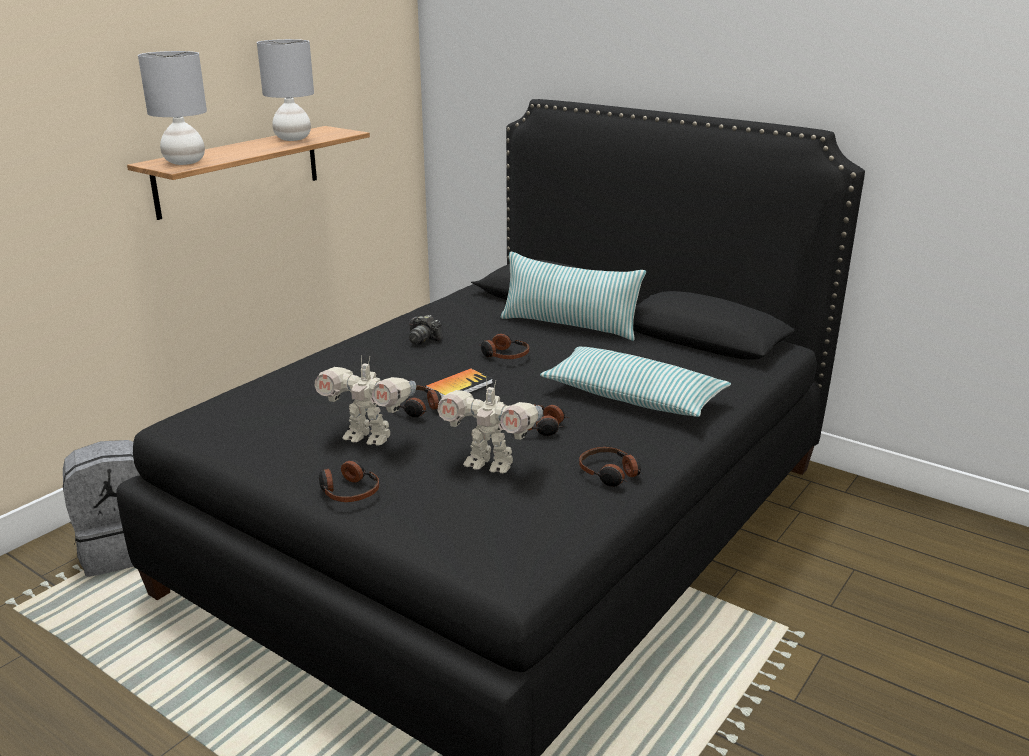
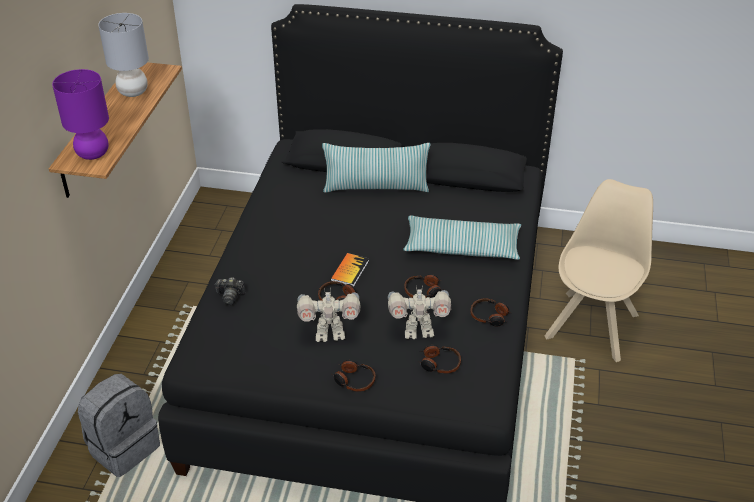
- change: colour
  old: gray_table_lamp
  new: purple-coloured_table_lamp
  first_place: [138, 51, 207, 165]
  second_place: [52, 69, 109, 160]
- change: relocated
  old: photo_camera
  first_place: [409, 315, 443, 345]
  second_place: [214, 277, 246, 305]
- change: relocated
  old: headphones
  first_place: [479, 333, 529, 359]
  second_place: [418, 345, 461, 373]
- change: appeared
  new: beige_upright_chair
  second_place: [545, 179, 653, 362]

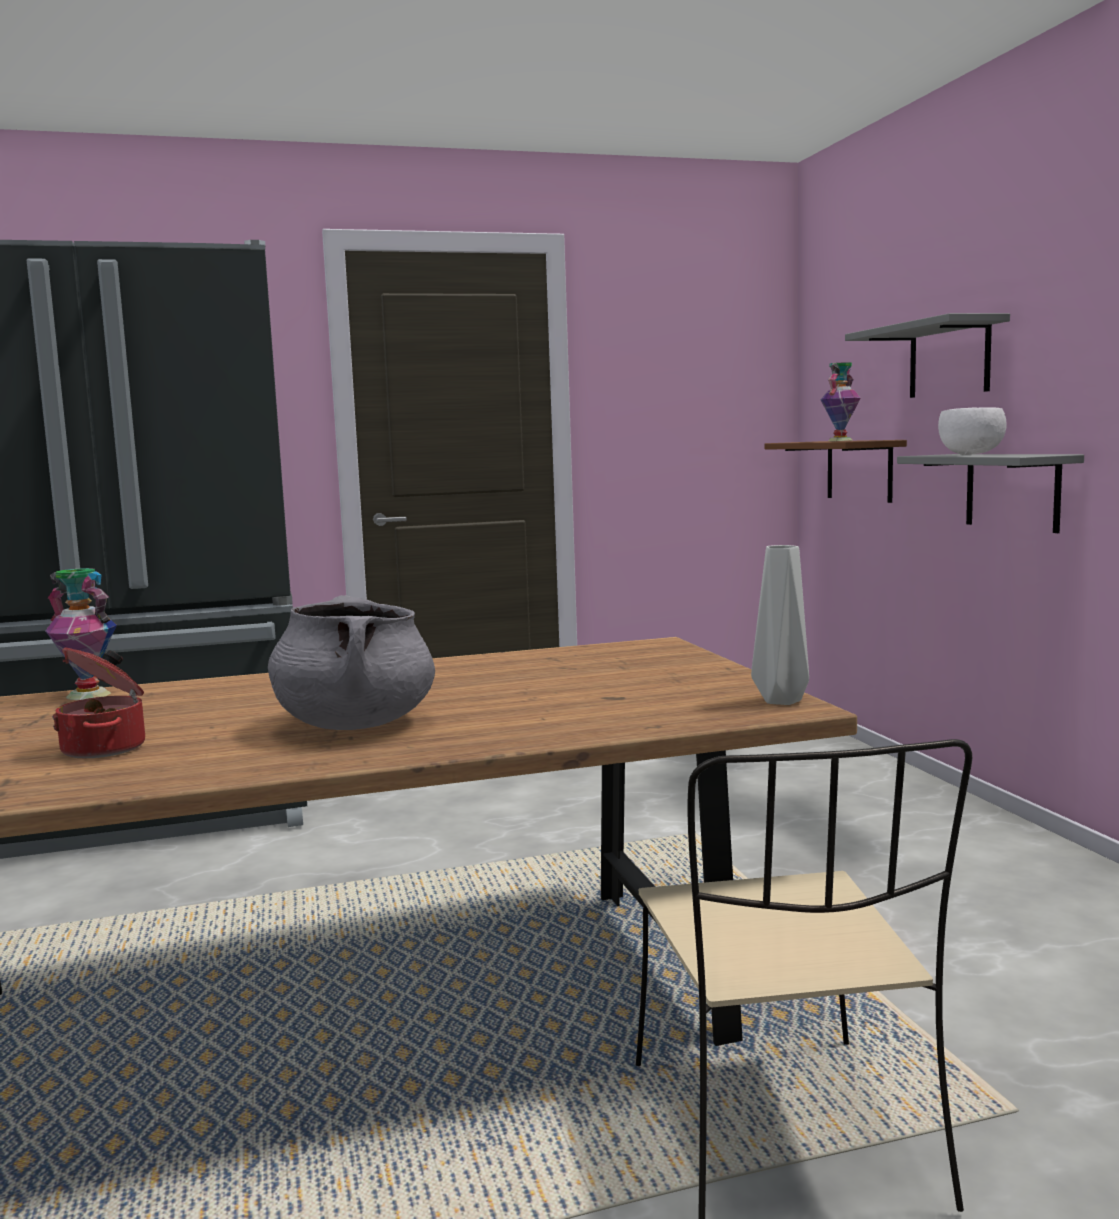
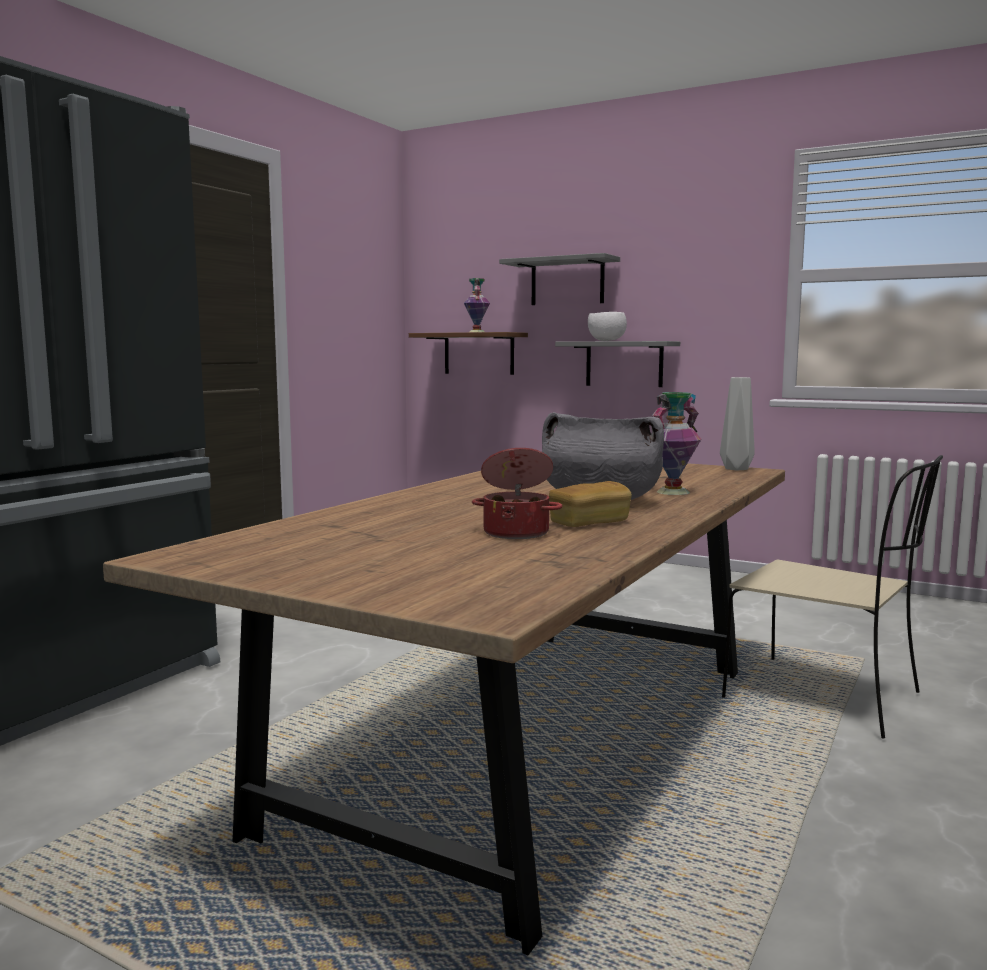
- change: relocated
  old: vase
  first_place: [45, 568, 117, 700]
  second_place: [653, 392, 701, 495]
- change: appeared
  new: bakery_bread
  second_place: [549, 481, 632, 527]

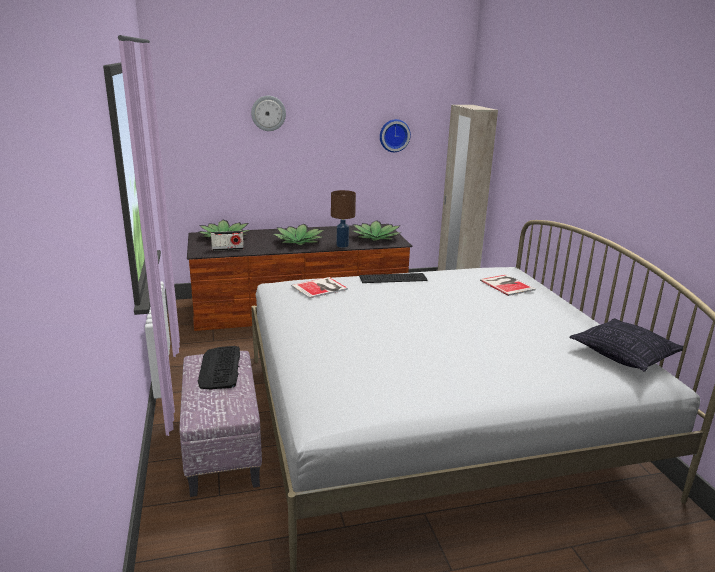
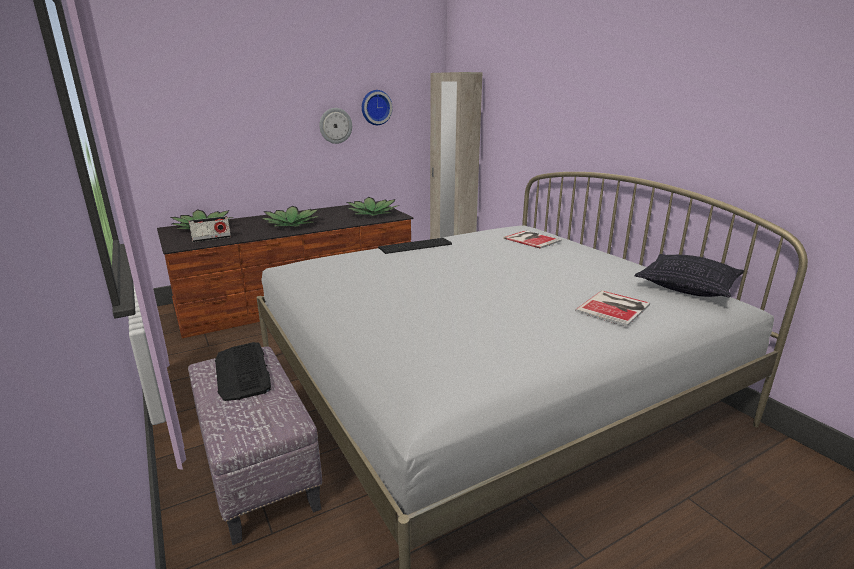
- change: relocated
  old: hanging_clock
  first_place: [251, 96, 286, 131]
  second_place: [319, 108, 352, 144]
- change: missing
  old: brownish_table_lamp
  first_place: [331, 190, 356, 248]
- change: relocated
  old: bound_book
  first_place: [291, 277, 348, 299]
  second_place: [575, 290, 650, 327]

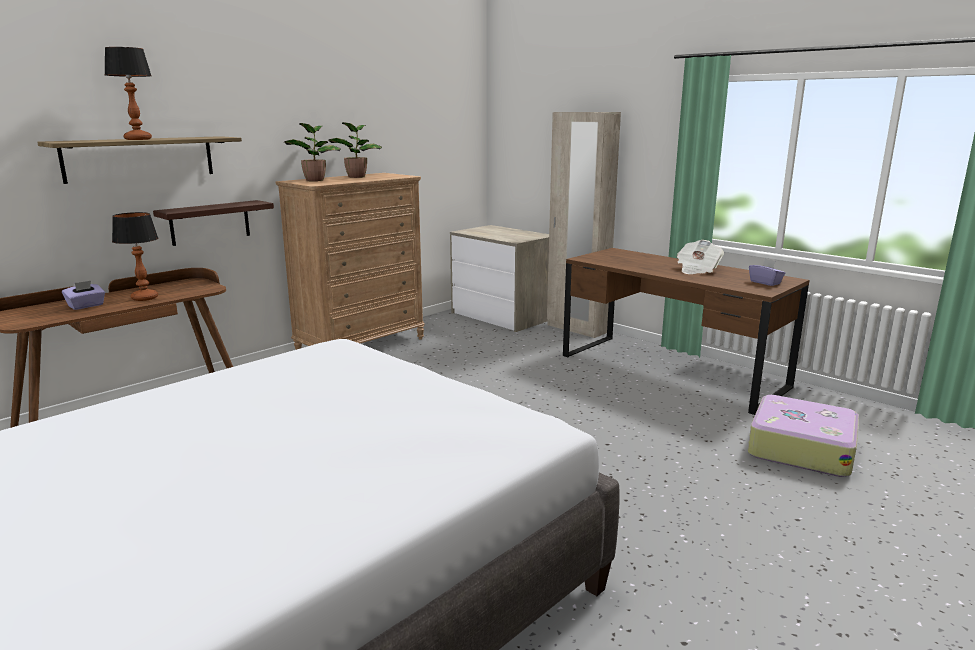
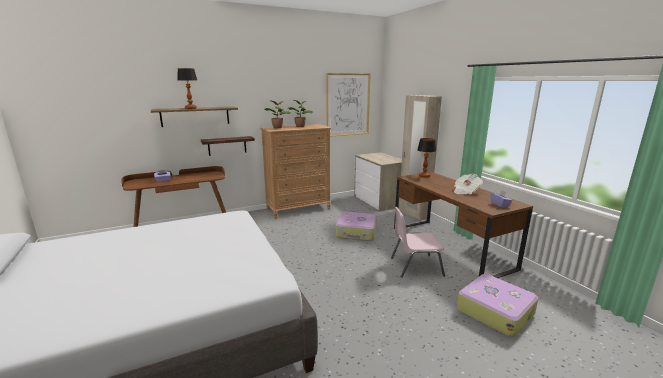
- change: relocated
  old: table_lamp
  first_place: [112, 212, 158, 301]
  second_place: [417, 138, 436, 177]
- change: appeared
  new: picture
  second_place: [326, 73, 371, 137]
- change: appeared
  new: pinkish_upright_chair
  second_place: [391, 207, 445, 278]
- change: appeared
  new: piece_of_luggage
  second_place: [335, 212, 377, 241]

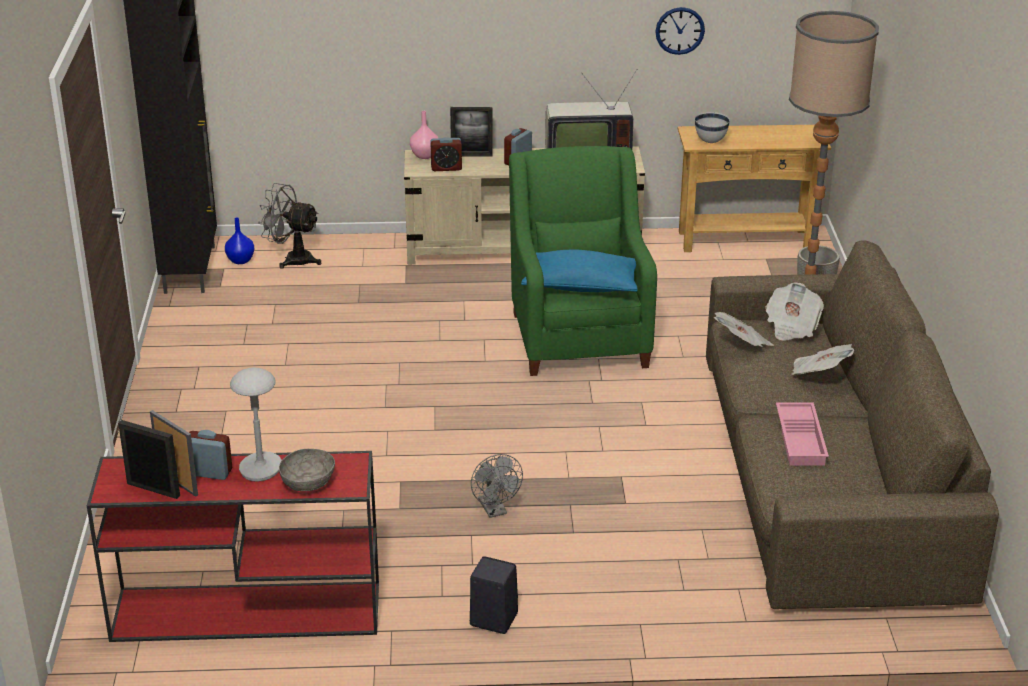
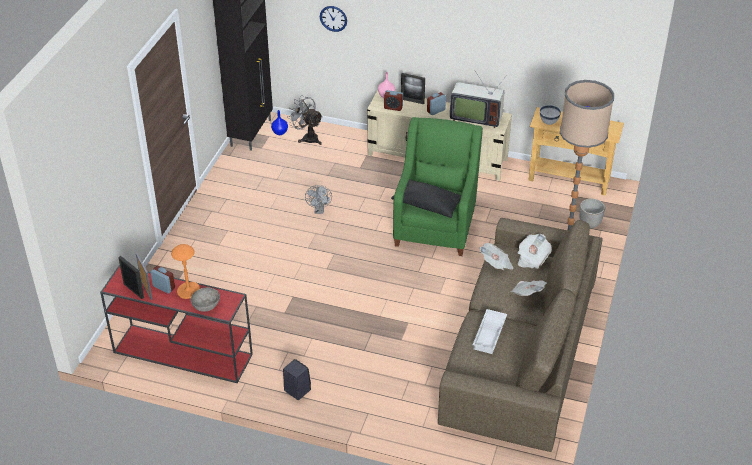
- change: relocated
  old: hanging_clock
  first_place: [655, 7, 705, 55]
  second_place: [320, 6, 347, 32]
- change: colour
  old: blue-coloured_pillow
  new: black_pillow
  first_place: [521, 249, 638, 292]
  second_place: [391, 179, 461, 218]
- change: colour
  old: gray_table_lamp
  new: orangey_table_lamp
  first_place: [230, 367, 282, 482]
  second_place: [171, 244, 200, 299]
- change: colour
  old: pinkish_carrying_tray
  new: whitish_carrying_tray
  first_place: [776, 402, 829, 466]
  second_place: [473, 309, 507, 354]
- change: relocated
  old: gray_cooling_fan
  first_place: [471, 454, 523, 518]
  second_place: [305, 185, 332, 214]

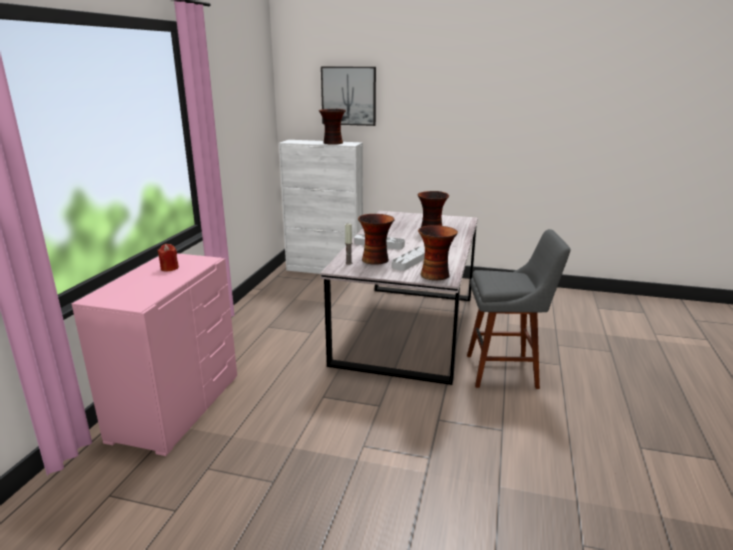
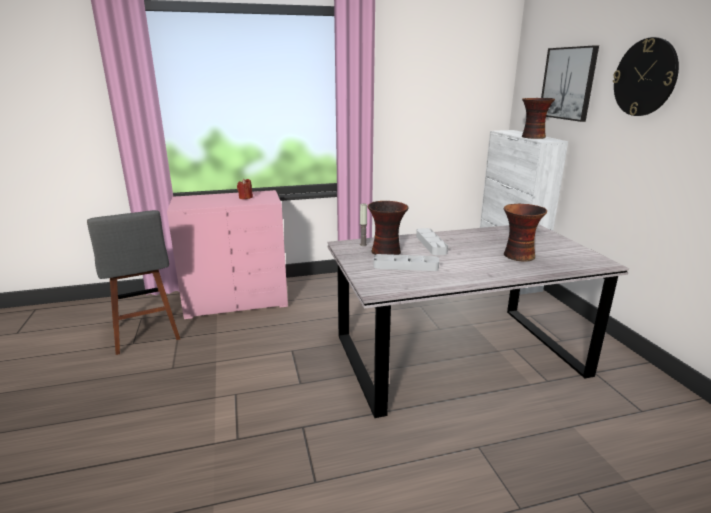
- change: missing
  old: vase
  first_place: [418, 225, 458, 281]
- change: relocated
  old: gray_stool
  first_place: [467, 229, 570, 389]
  second_place: [87, 210, 180, 355]
- change: appeared
  new: hanging_clock
  second_place: [613, 37, 679, 116]

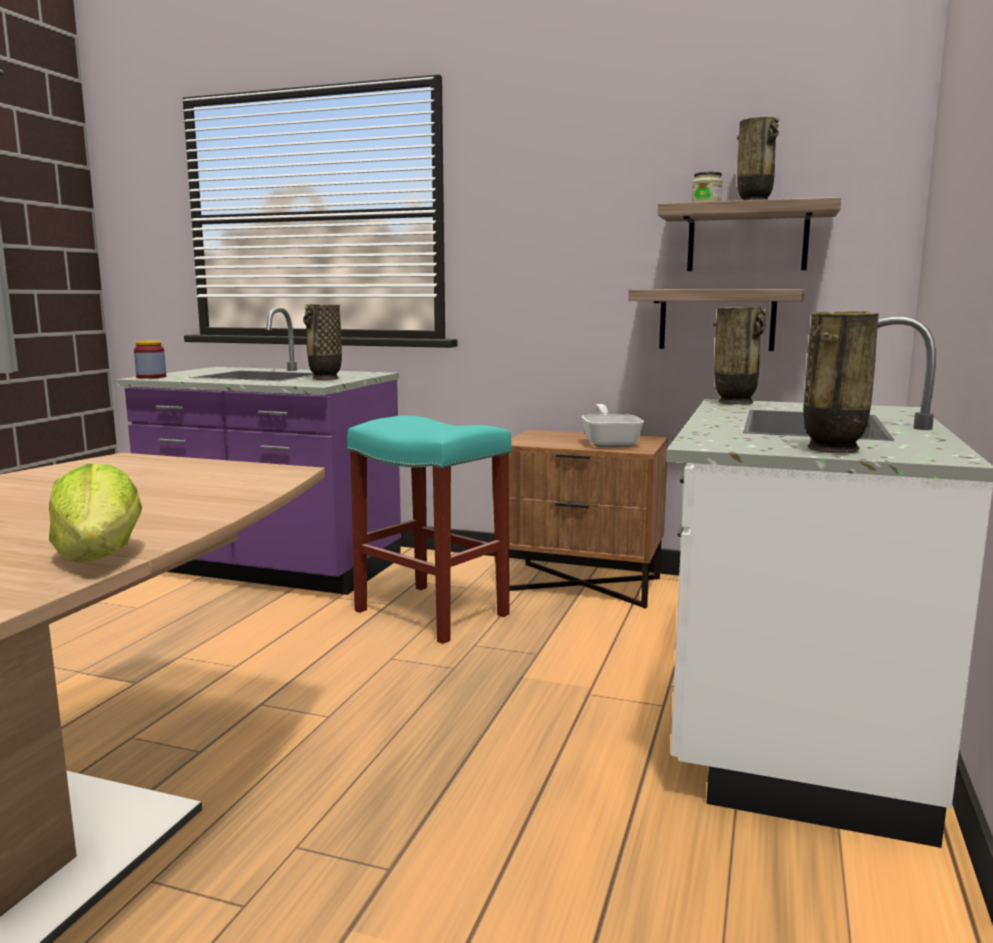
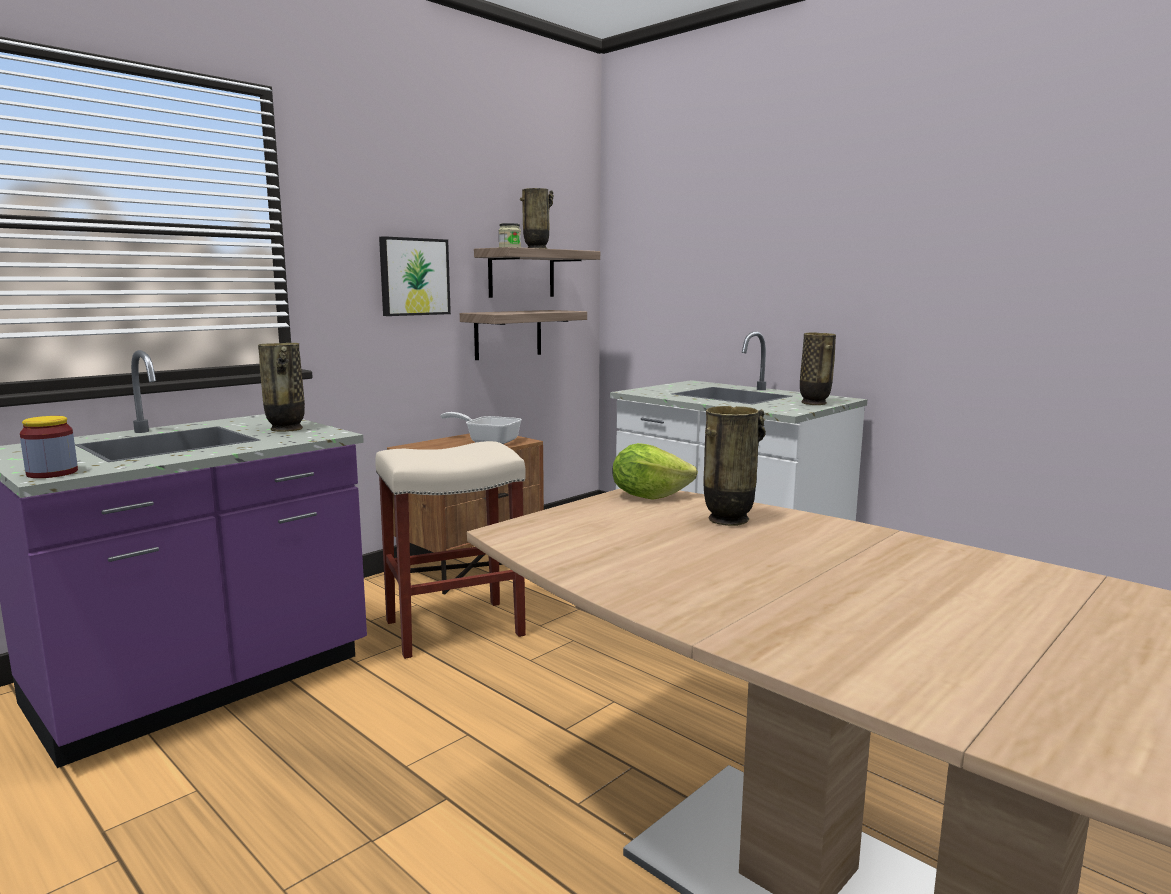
- change: relocated
  old: vase
  first_place: [712, 307, 767, 405]
  second_place: [703, 406, 766, 526]
- change: colour
  old: turquoise_stool
  new: beige_stool
  first_place: [347, 416, 512, 644]
  second_place: [375, 441, 526, 659]
- change: relocated
  old: lettuce
  first_place: [49, 464, 142, 562]
  second_place: [613, 443, 698, 500]
- change: appeared
  new: picture
  second_place: [379, 236, 451, 316]

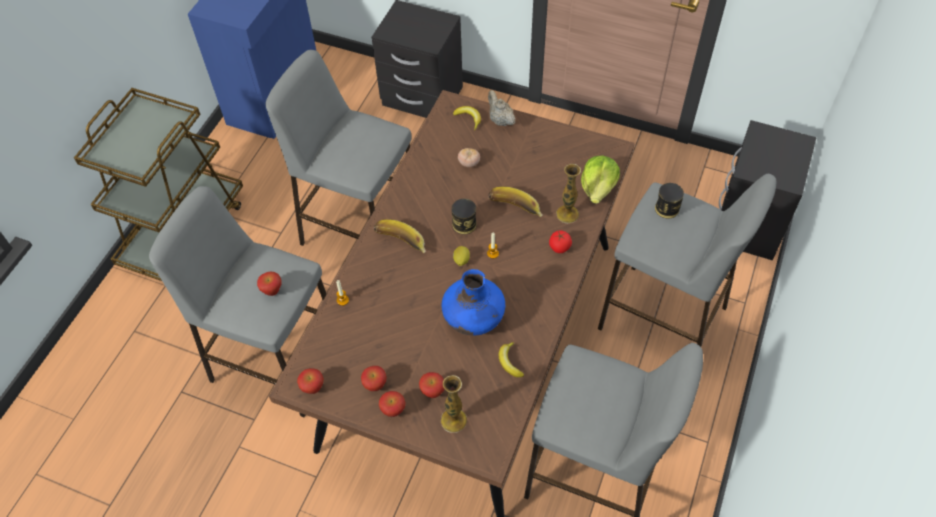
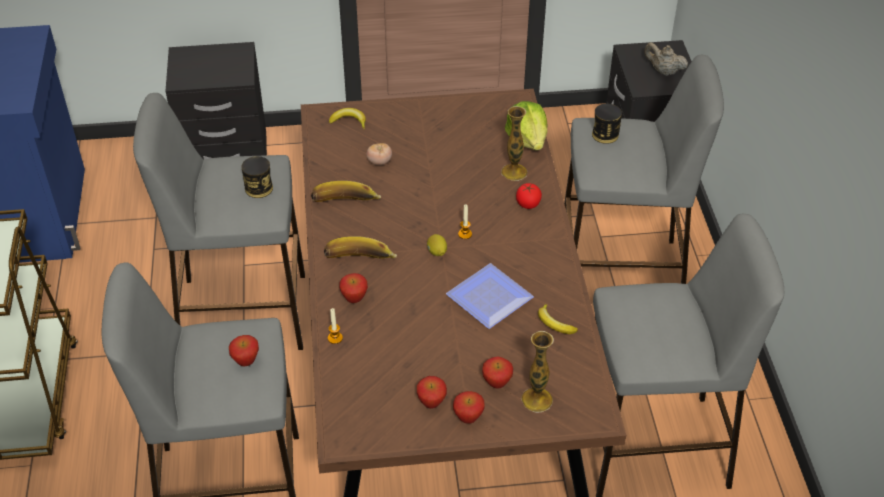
- change: relocated
  old: beige_teapot
  first_place: [488, 90, 516, 126]
  second_place: [644, 42, 688, 76]
- change: relocated
  old: banana_fruit
  first_place: [489, 187, 543, 217]
  second_place: [311, 181, 381, 202]
- change: relocated
  old: metal_can
  first_place: [451, 199, 477, 234]
  second_place: [241, 156, 273, 198]
- change: exchanged
  old: blue-coloured_vase
  new: dinner_plate
  first_place: [442, 269, 505, 336]
  second_place: [446, 263, 534, 329]
- change: relocated
  old: apple_fruit
  first_place: [297, 368, 324, 394]
  second_place: [339, 273, 368, 303]

